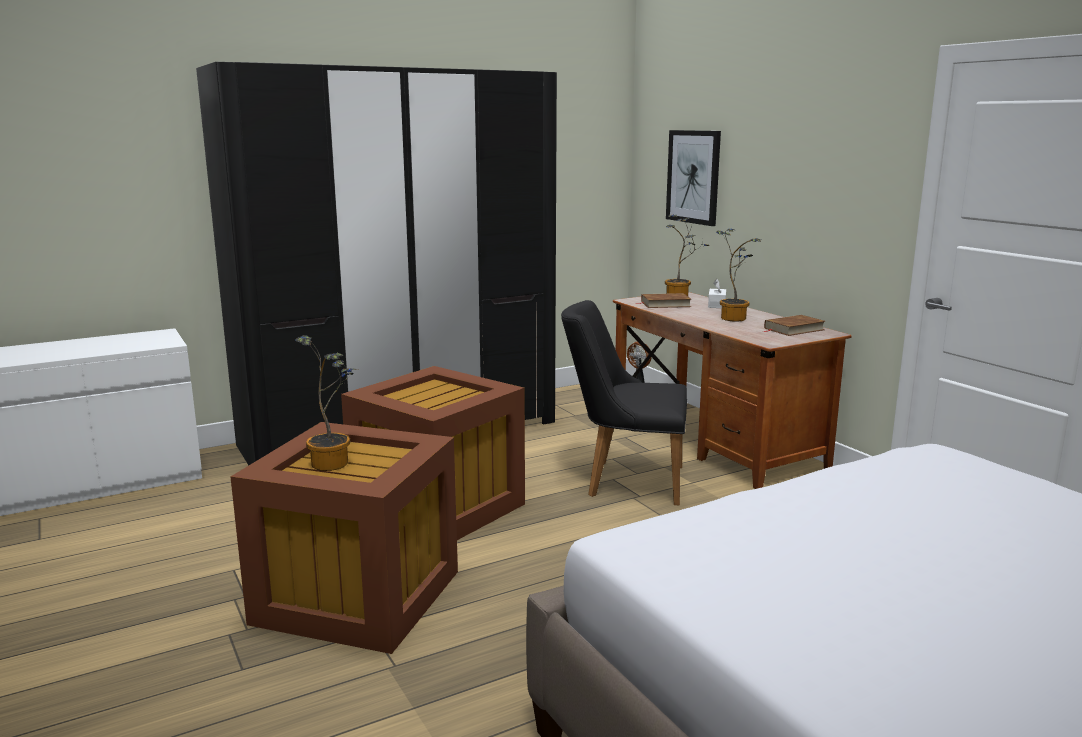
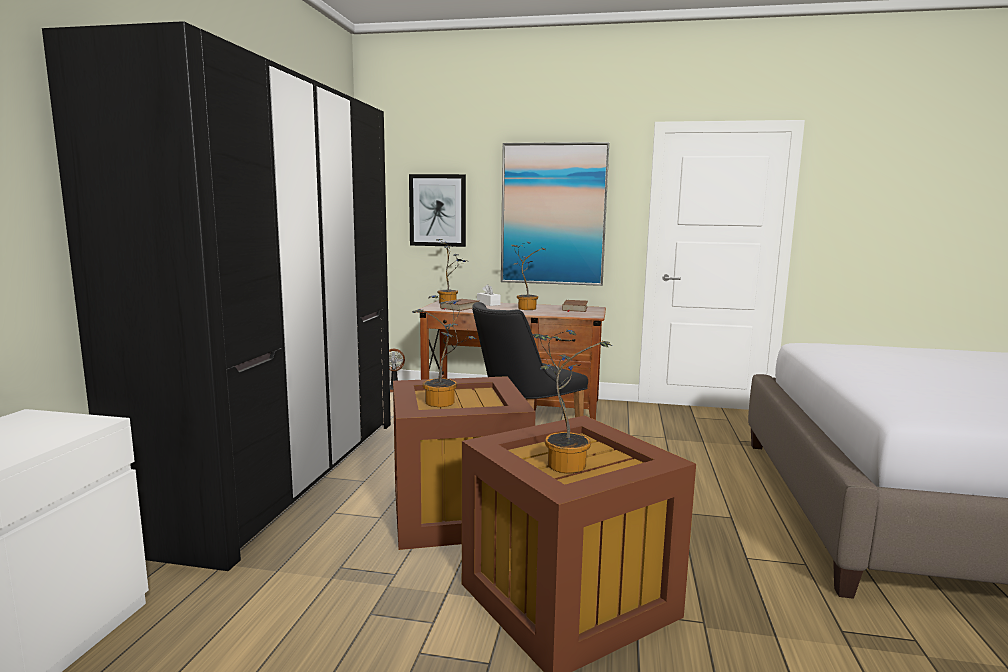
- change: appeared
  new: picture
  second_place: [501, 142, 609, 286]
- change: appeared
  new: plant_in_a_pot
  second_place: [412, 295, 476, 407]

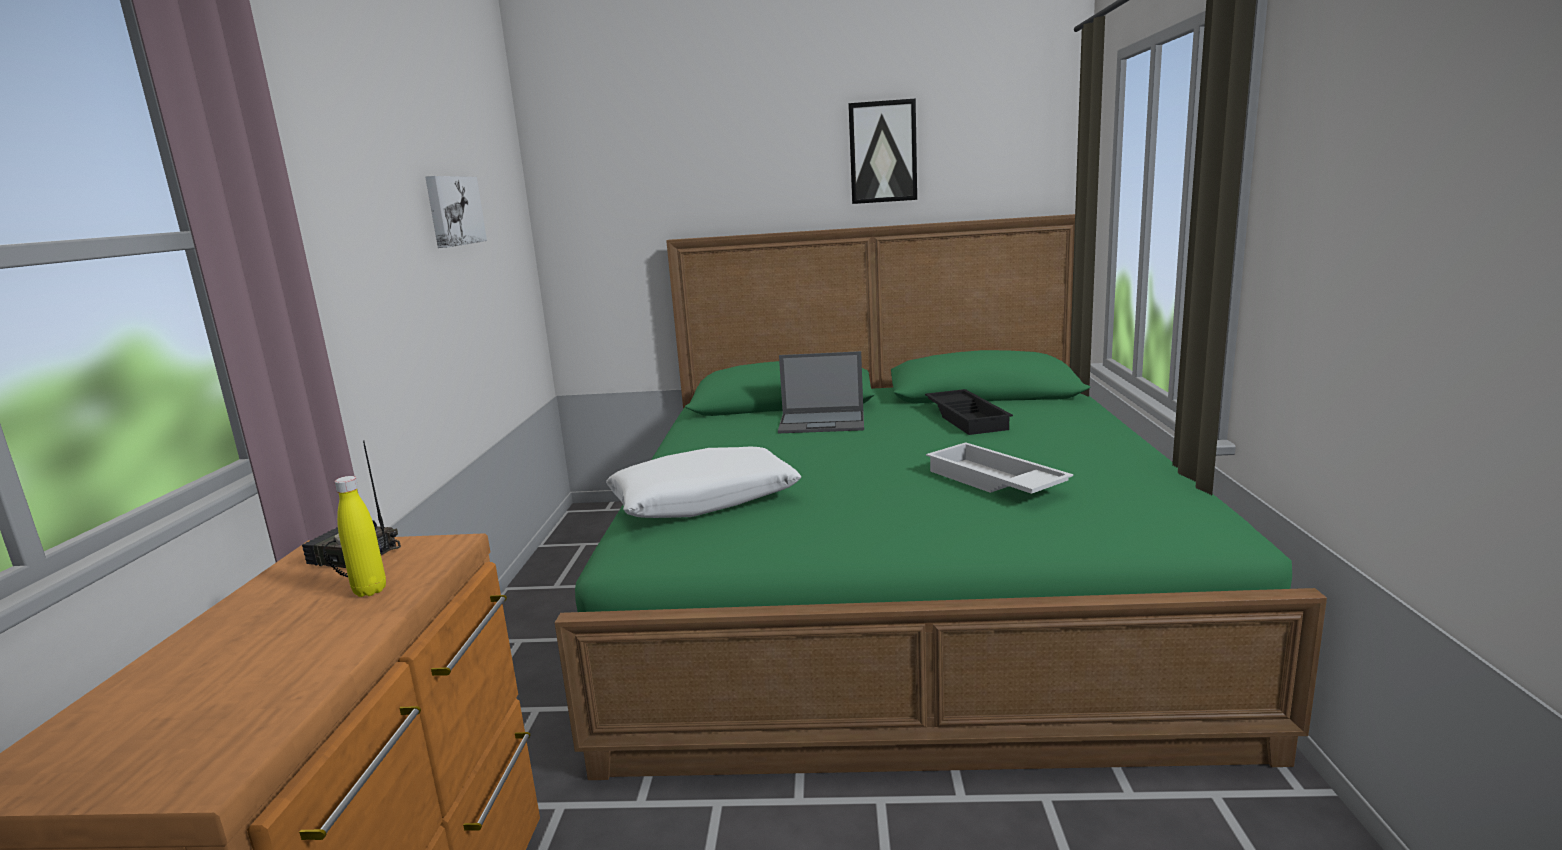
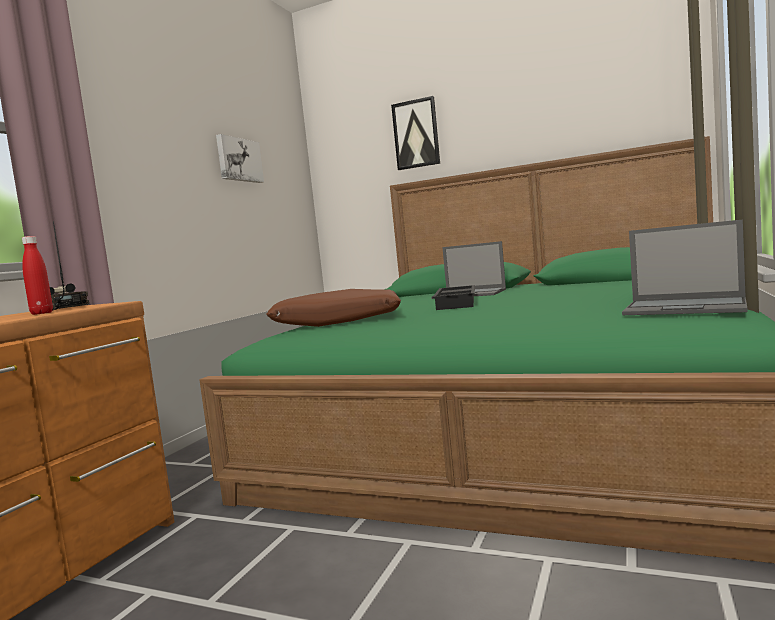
- change: relocated
  old: picture
  first_place: [848, 98, 917, 204]
  second_place: [391, 96, 440, 170]
- change: relocated
  old: black_carrying_tray
  first_place: [925, 389, 1013, 435]
  second_place: [432, 285, 475, 310]
- change: missing
  old: whitish_carrying_tray
  first_place: [926, 442, 1073, 494]
- change: colour
  old: whitish_pillow
  new: brownish_pillow
  first_place: [606, 446, 801, 518]
  second_place: [267, 289, 401, 327]
- change: colour
  old: yellowish_bottle
  new: red_bottle
  first_place: [335, 476, 386, 597]
  second_place: [22, 236, 53, 315]
- change: appeared
  new: portable_computer
  second_place: [622, 220, 748, 315]

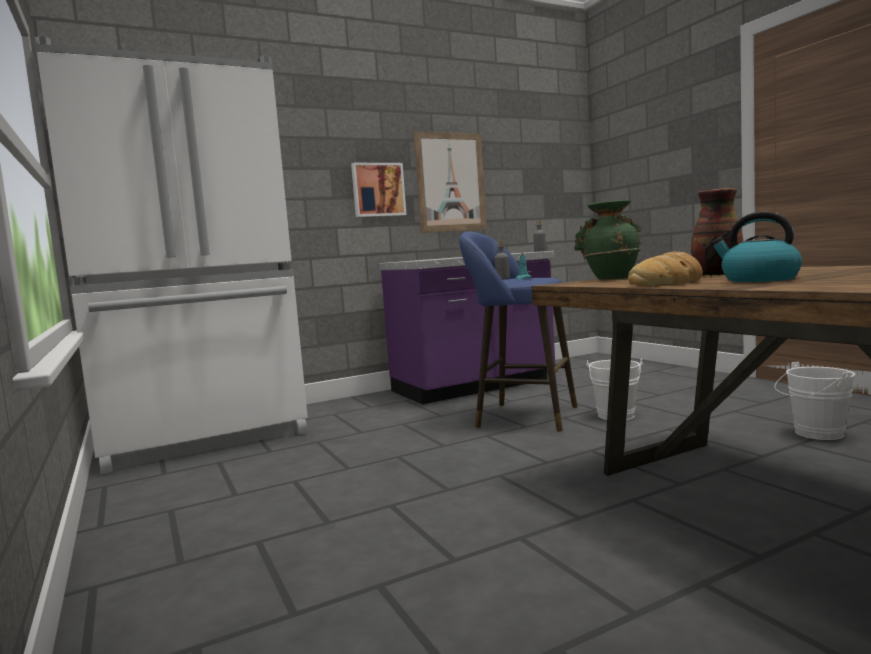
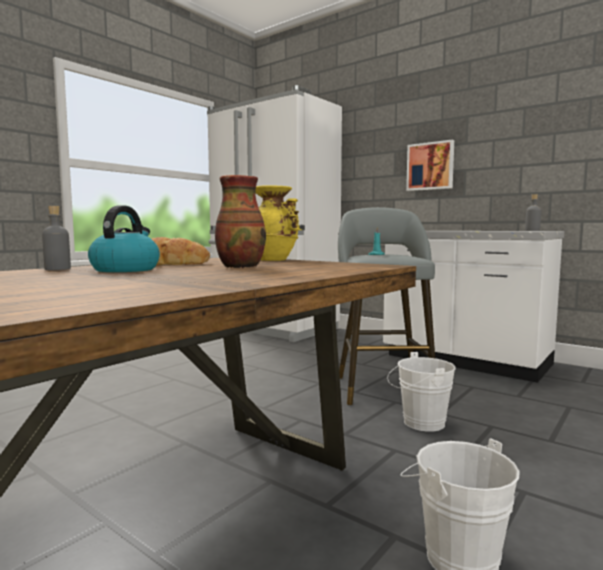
- change: missing
  old: picture
  first_place: [413, 131, 487, 233]
- change: colour
  old: green-coloured_vase
  new: yellowish_vase
  first_place: [574, 200, 642, 280]
  second_place: [255, 185, 302, 261]
- change: colour
  old: blue-coloured_stool
  new: gray_stool
  first_place: [459, 231, 578, 432]
  second_place: [338, 207, 435, 405]
- change: relocated
  old: gray_bottle
  first_place: [495, 241, 510, 279]
  second_place: [42, 206, 71, 270]
- change: colour
  old: purple-coloured_kitchen_base_unit
  new: whitish_kitchen_base_unit
  first_place: [379, 251, 555, 404]
  second_place: [383, 231, 564, 383]

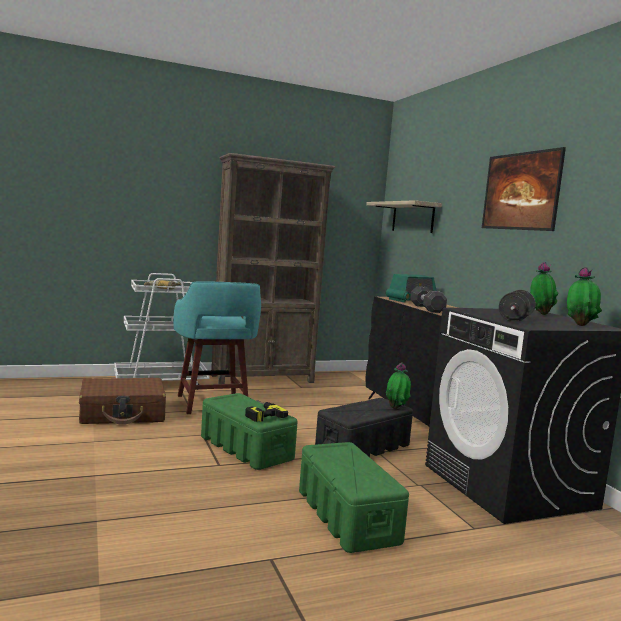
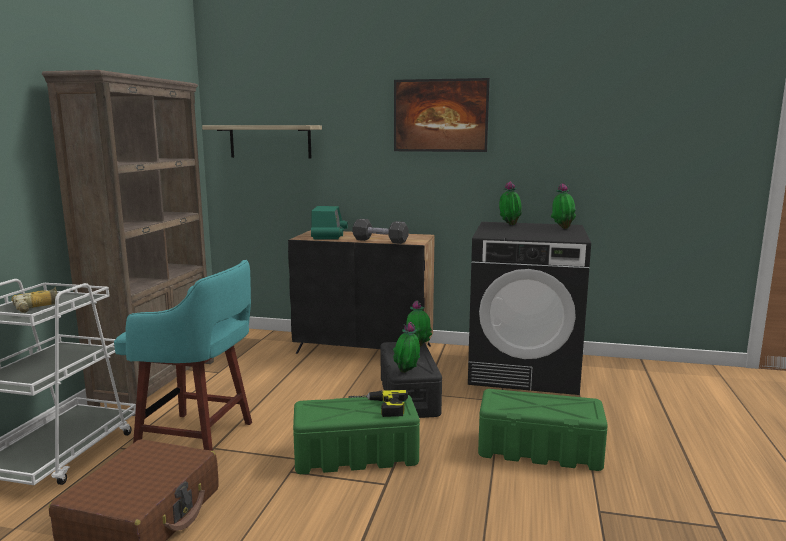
- change: missing
  old: black_hand_weight
  first_place: [499, 290, 536, 322]
- change: appeared
  new: plant_in_a_pot
  second_place: [393, 322, 420, 373]

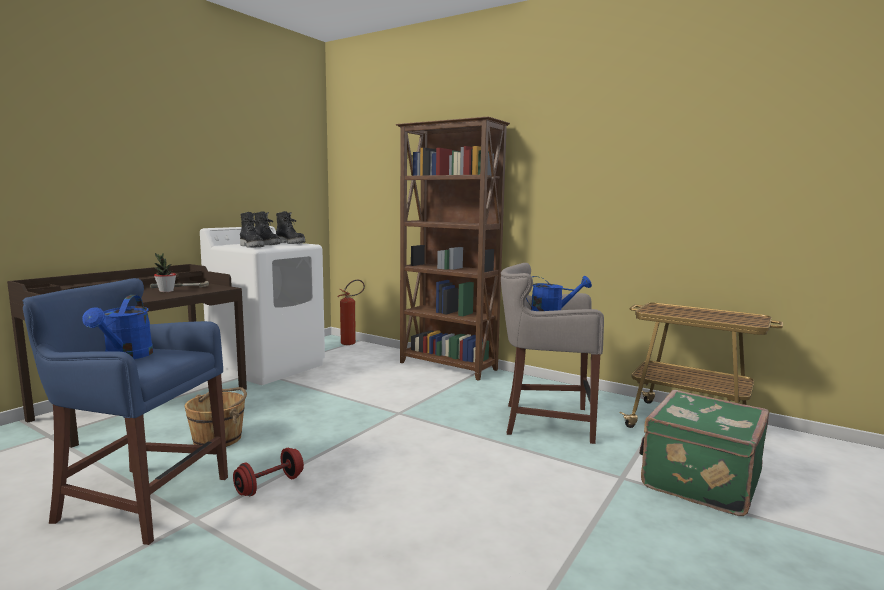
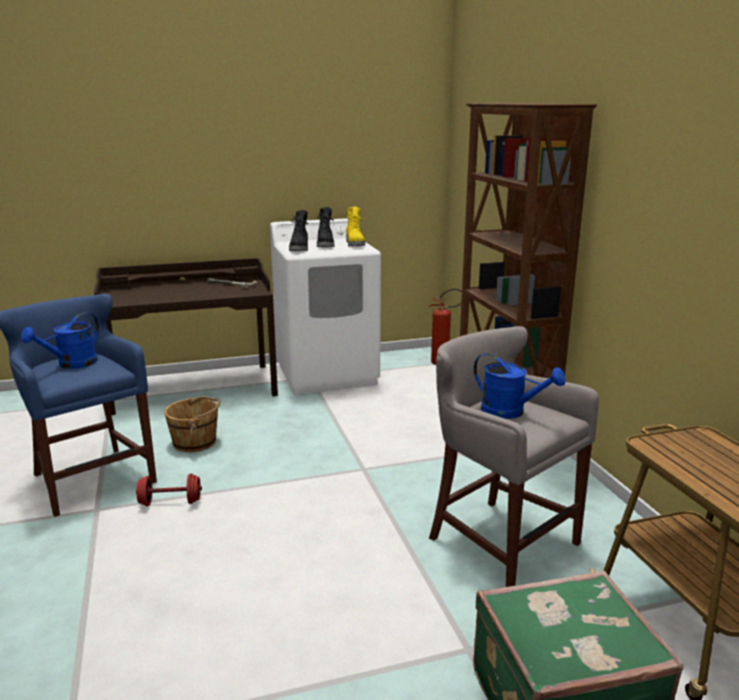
- change: colour
  old: black_boot
  new: yellowish_boot
  first_place: [276, 211, 305, 244]
  second_place: [346, 206, 365, 247]
- change: missing
  old: plant_in_a_pot
  first_place: [154, 253, 176, 292]

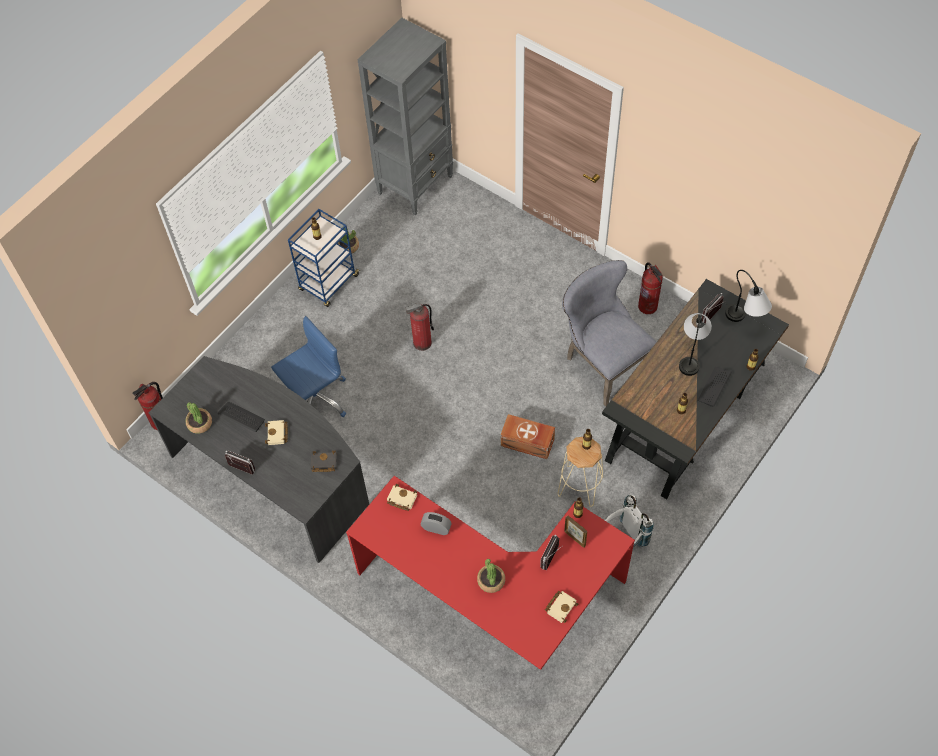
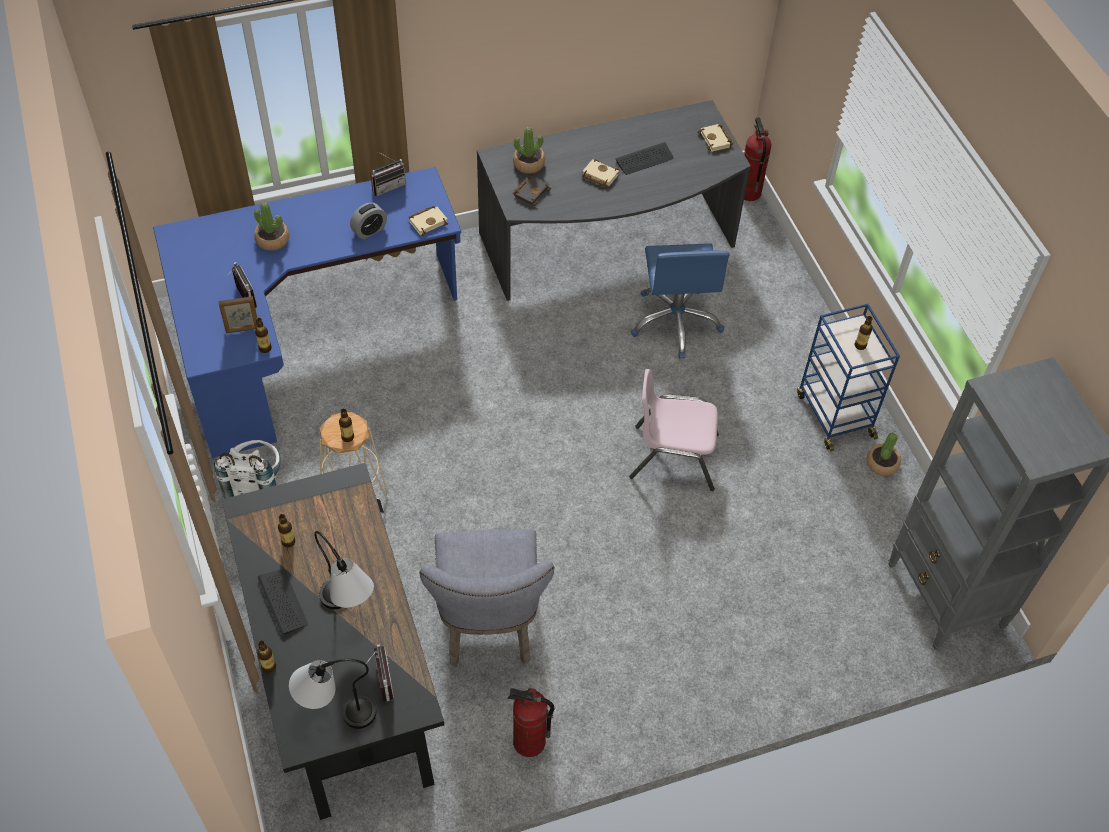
- change: spun
  old: gray_upright_chair
  first_place: [562, 260, 656, 407]
  second_place: [419, 529, 555, 667]
  degrees: 90
- change: exchanged
  old: fire_extinguisher
  new: pinkish_upright_chair
  first_place: [405, 303, 434, 351]
  second_place: [629, 369, 719, 491]
- change: relocated
  old: plant_in_a_pot
  first_place: [185, 402, 212, 434]
  second_place: [513, 127, 545, 174]
- change: missing
  old: brownish_storage_container
  first_place: [501, 414, 555, 459]
- change: relocated
  old: radio_receiver
  first_place: [225, 450, 255, 475]
  second_place: [371, 152, 406, 196]
- change: colour
  old: red_desk_table
  new: blue-coloured_desk_table
  first_place: [346, 476, 635, 670]
  second_place: [153, 167, 461, 458]
- change: relocated
  old: beige_bound_book
  first_place: [545, 591, 579, 623]
  second_place: [698, 124, 733, 152]

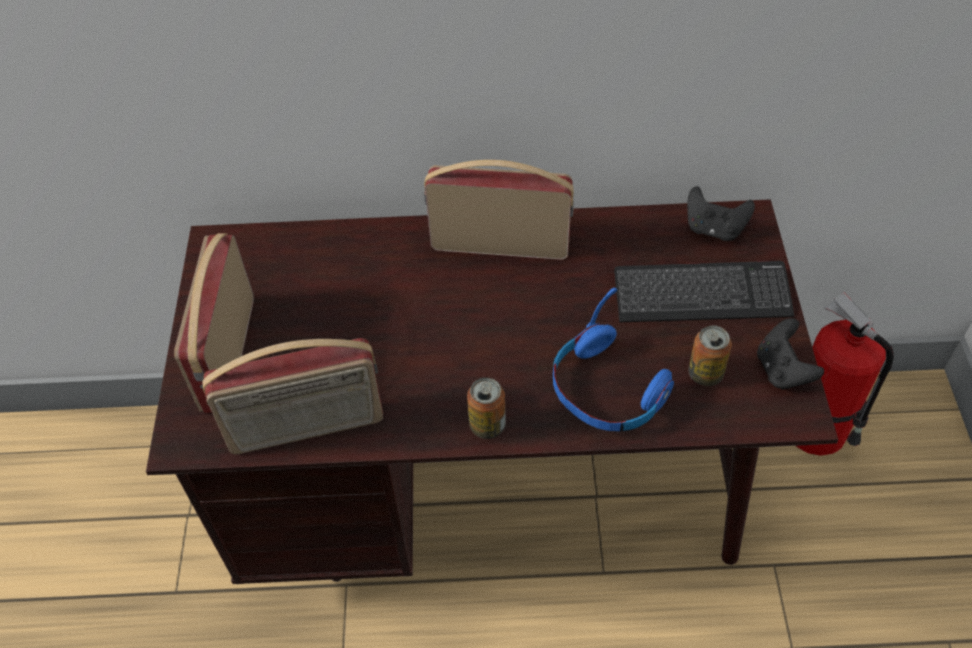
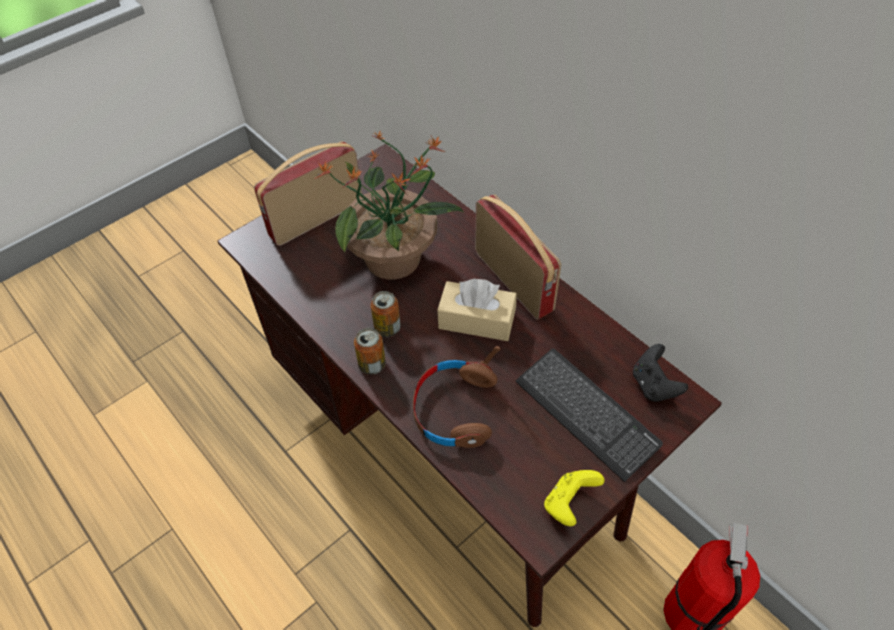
- change: colour
  old: blue-coloured_headphones
  new: brownish_headphones
  first_place: [553, 287, 674, 431]
  second_place: [413, 346, 500, 448]
- change: colour
  old: black_joypad
  new: yellowish_joypad
  first_place: [757, 318, 824, 390]
  second_place: [544, 470, 605, 526]
- change: relocated
  old: metal_can
  first_place: [688, 325, 732, 386]
  second_place: [371, 291, 401, 337]
- change: missing
  old: radio_receiver
  first_place: [202, 338, 383, 454]
- change: appeared
  new: plant_in_a_pot
  second_place: [314, 130, 464, 280]
- change: appeared
  new: beige_box_of_tissues
  second_place: [437, 279, 517, 341]

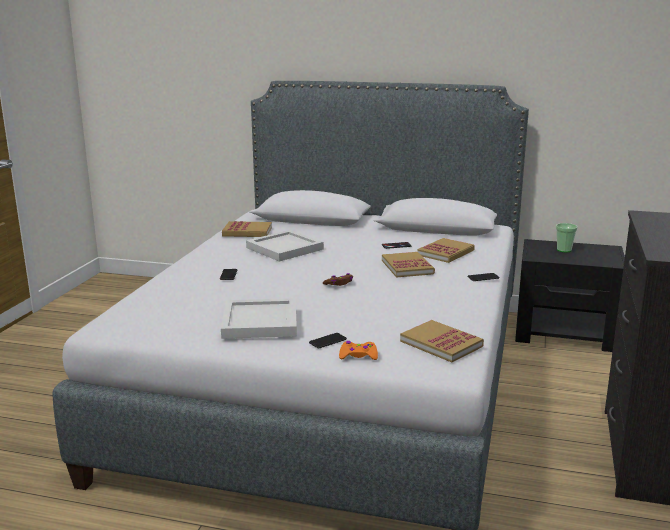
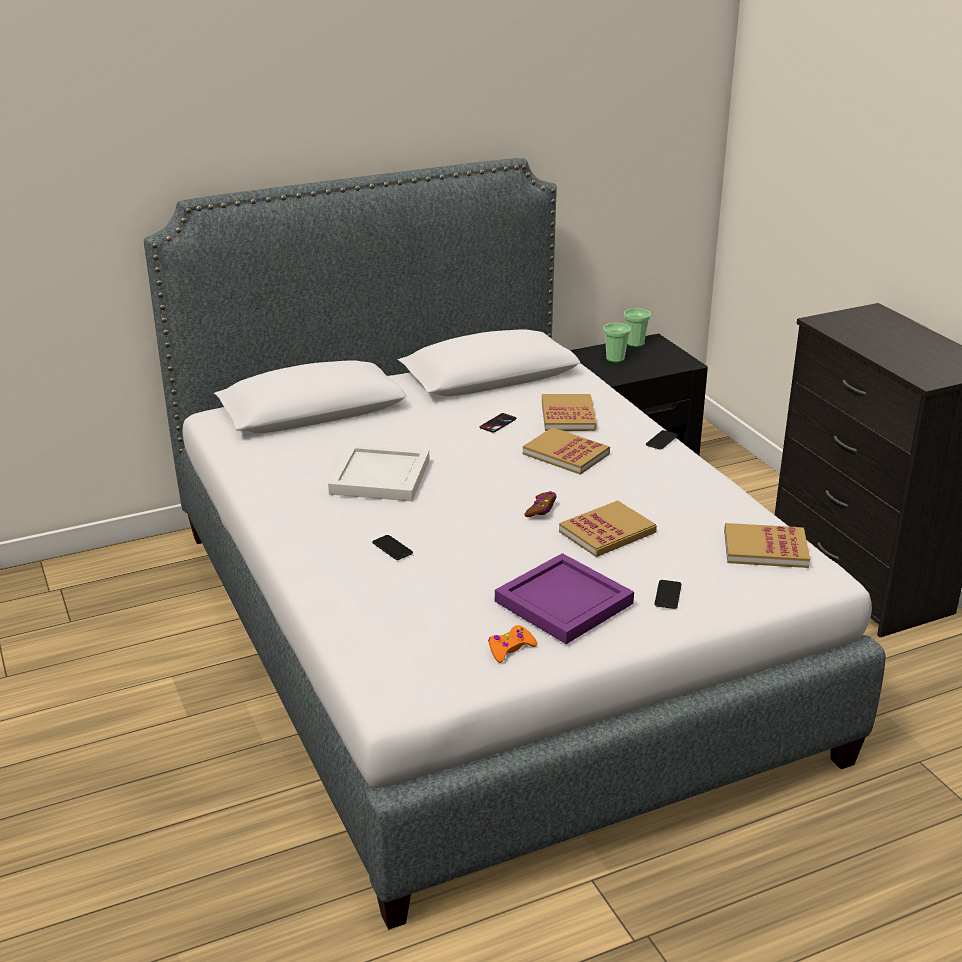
- change: relocated
  old: bound_book
  first_place: [222, 221, 272, 237]
  second_place: [559, 501, 657, 557]
- change: colour
  old: whitish_carrying_tray
  new: purple-coloured_carrying_tray
  first_place: [221, 298, 297, 339]
  second_place: [495, 553, 634, 644]
- change: relocated
  old: orangey_joypad
  first_place: [339, 341, 378, 360]
  second_place: [488, 625, 538, 663]
- change: appeared
  new: drinking_cup
  second_place: [624, 308, 651, 347]

